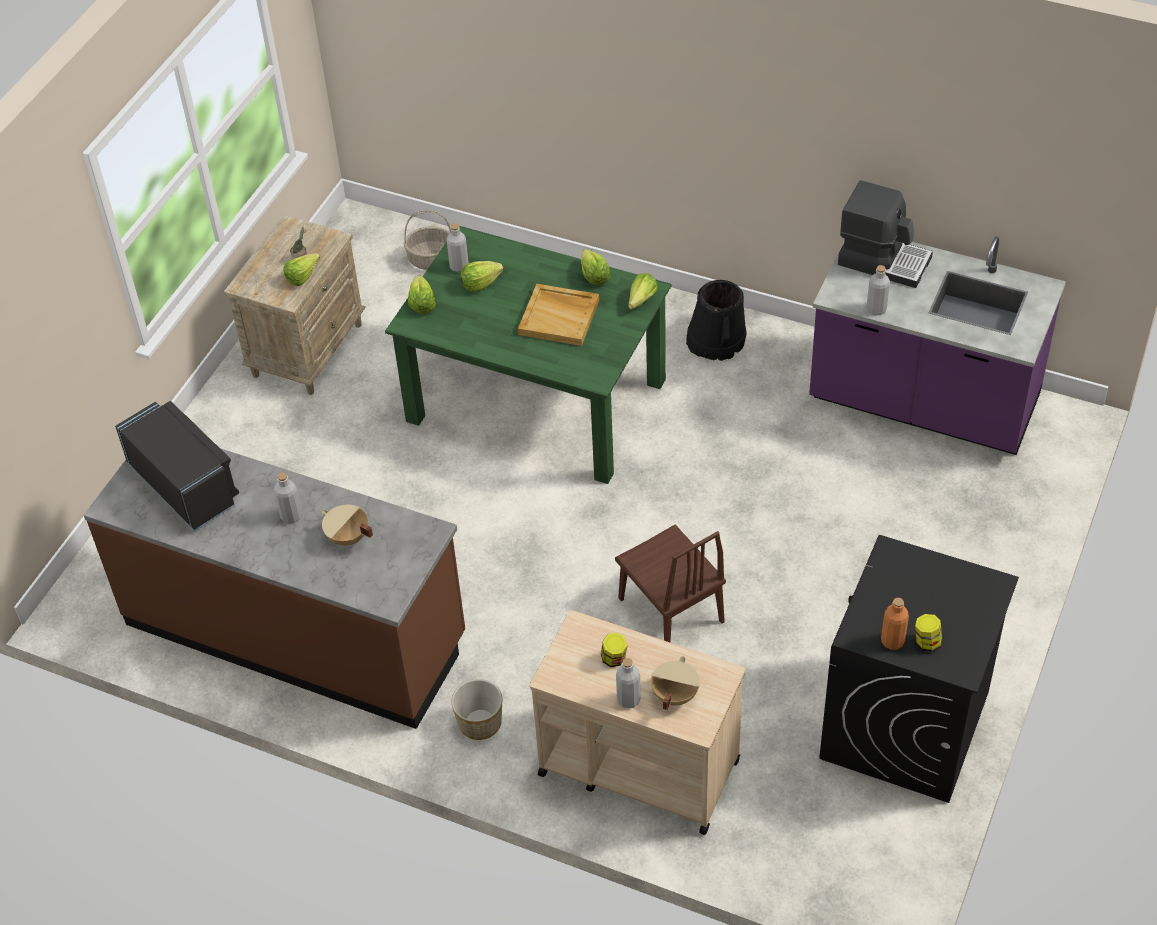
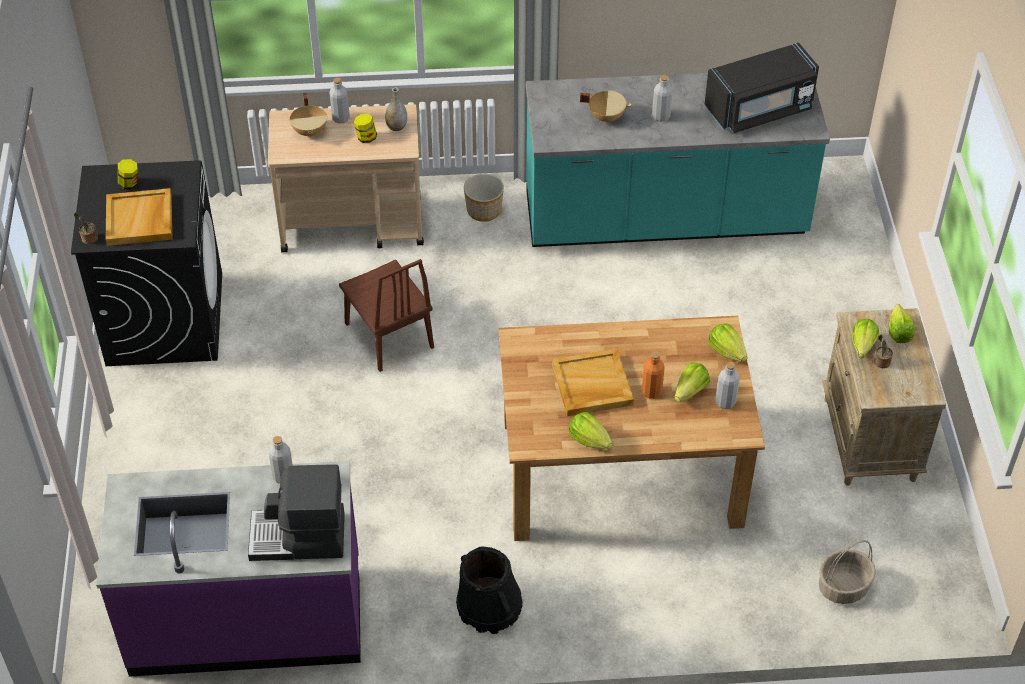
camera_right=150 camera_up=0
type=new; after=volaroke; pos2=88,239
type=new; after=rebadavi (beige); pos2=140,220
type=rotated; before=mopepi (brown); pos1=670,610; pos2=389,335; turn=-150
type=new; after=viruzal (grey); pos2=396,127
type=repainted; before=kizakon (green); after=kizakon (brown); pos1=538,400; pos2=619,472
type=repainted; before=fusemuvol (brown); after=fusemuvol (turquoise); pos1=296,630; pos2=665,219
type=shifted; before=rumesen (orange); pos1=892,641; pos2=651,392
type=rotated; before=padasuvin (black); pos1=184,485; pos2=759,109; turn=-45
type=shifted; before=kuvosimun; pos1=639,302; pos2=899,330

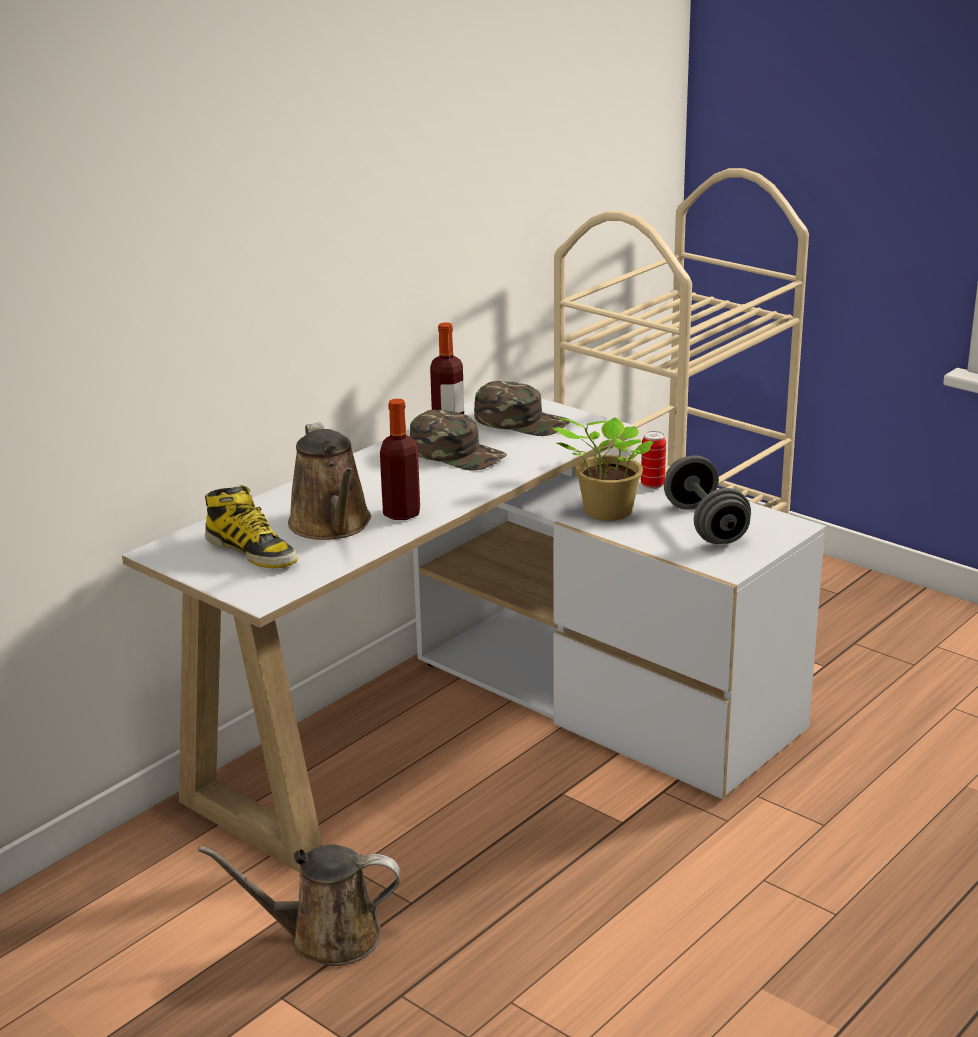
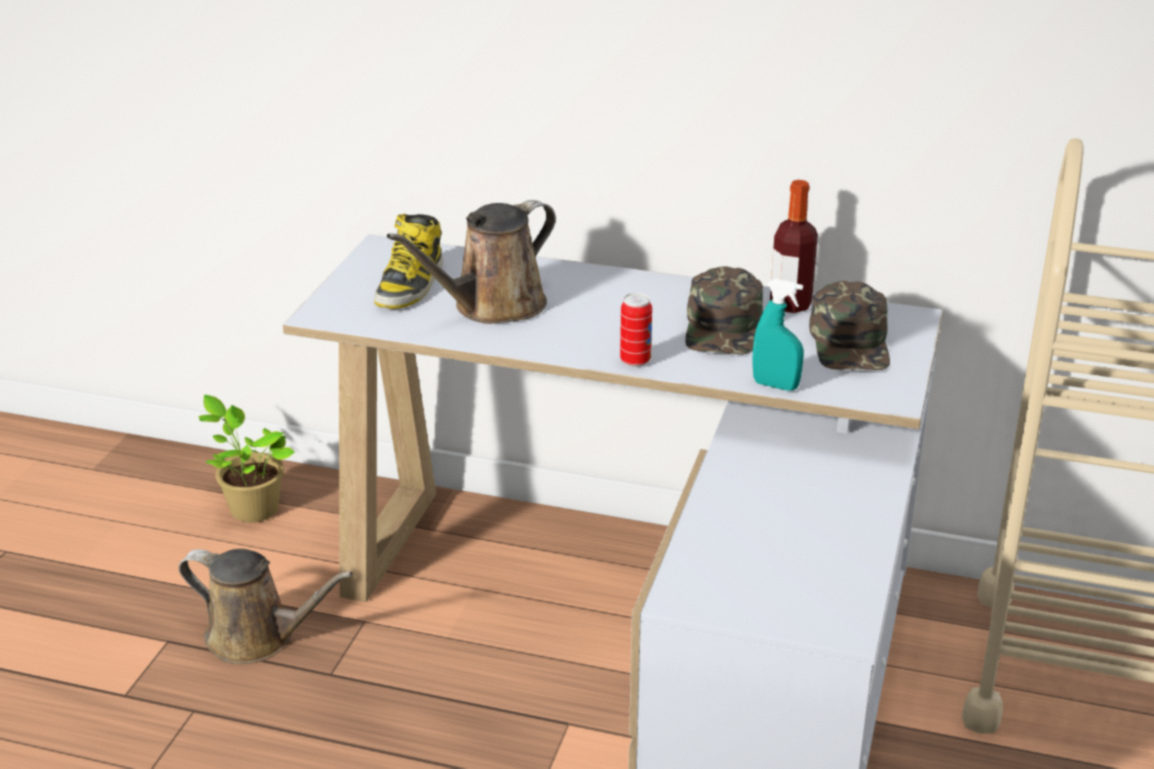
camera_right=65 camera_up=5
type=rotated; before=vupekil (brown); pos1=325,937; pos2=257,638; turn=135
type=shifted; before=volaroke; pos1=604,512; pos2=251,508
type=shifted; before=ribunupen; pos1=652,485; pos2=635,361
type=new; after=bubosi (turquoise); pos2=775,385
type=gone; before=rumesen; pos1=401,513
type=gone; before=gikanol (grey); pos1=705,525

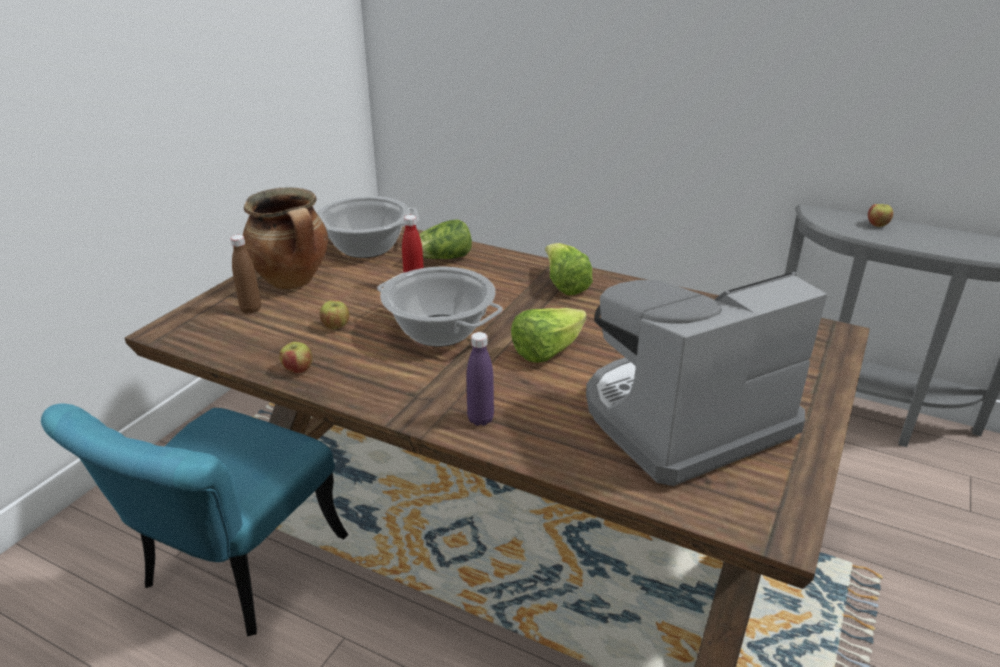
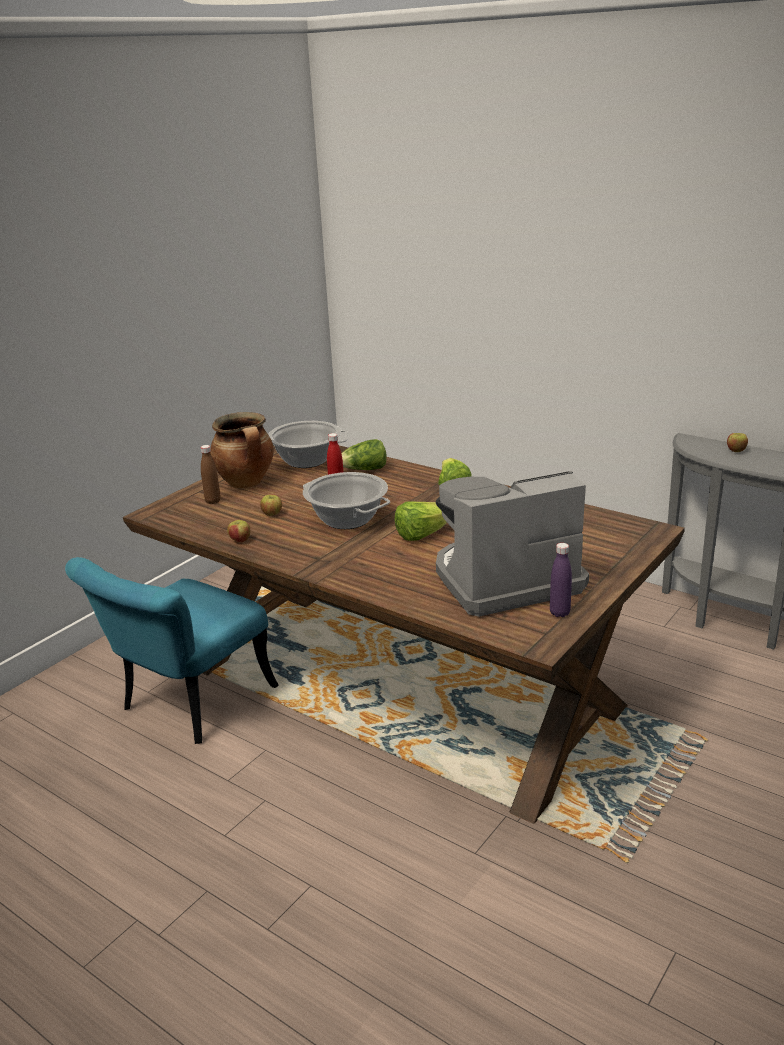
camera_right=10 camera_up=-5
type=shifted; before=rumesen (purple); pos1=480,419; pos2=559,613

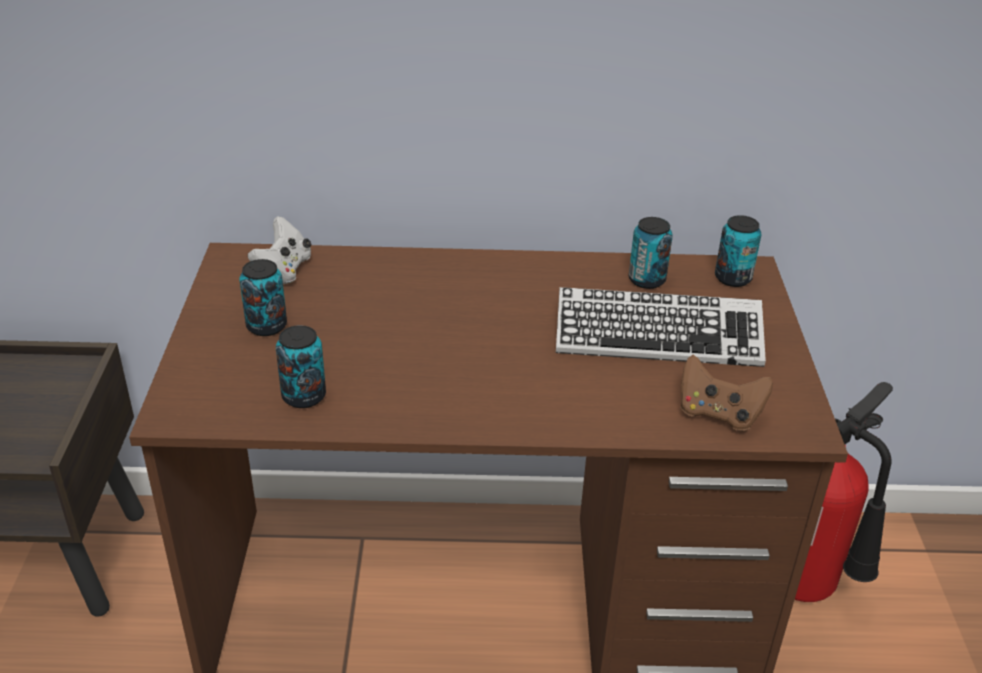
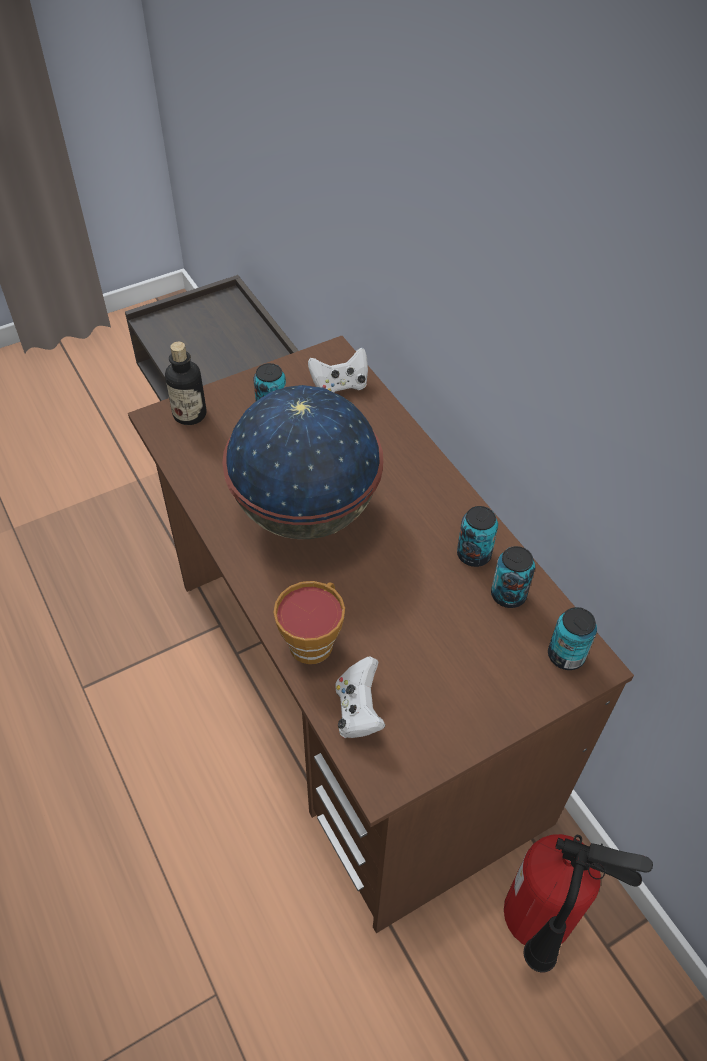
camera_right=60 camera_up=15
type=new; after=rumesen; pos2=190,414
type=new; after=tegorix; pos2=306,510
type=new; after=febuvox; pos2=313,640
type=repainted; before=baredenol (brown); after=baredenol (white); pos1=718,414; pos2=358,711
type=shifted; before=ribunupen; pos1=304,396; pos2=473,554
type=gone; before=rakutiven; pos1=657,338

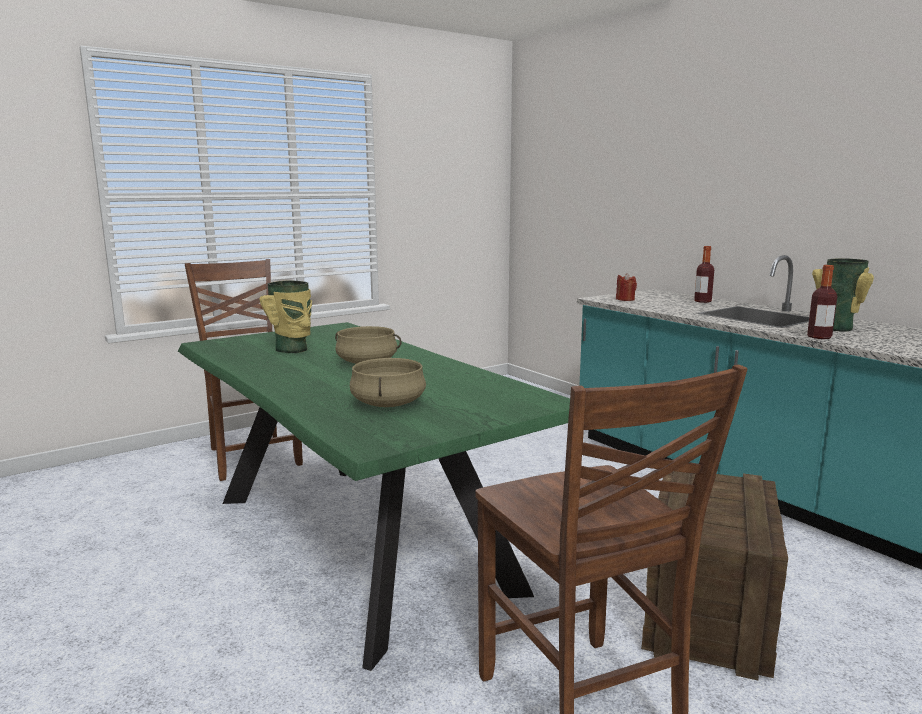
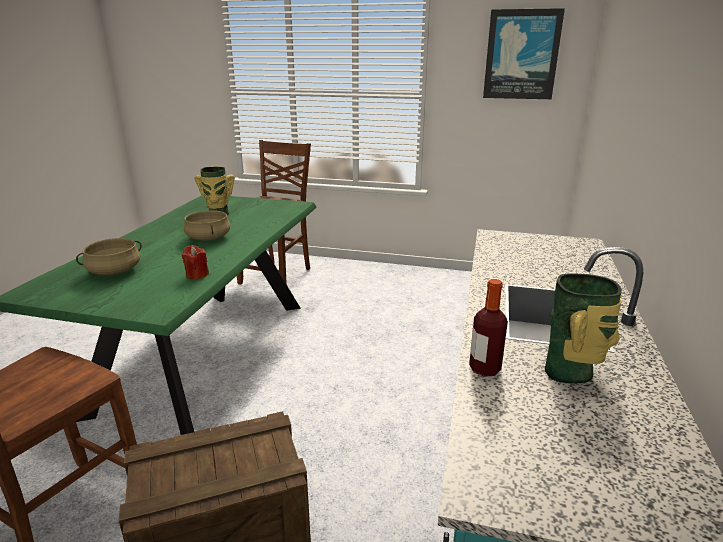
camera_right=50 camera_up=10
type=shifted; before=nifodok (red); pos1=625,299; pos2=197,275
type=new; after=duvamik; pos2=521,55
type=gone; before=rumesen; pos1=702,301

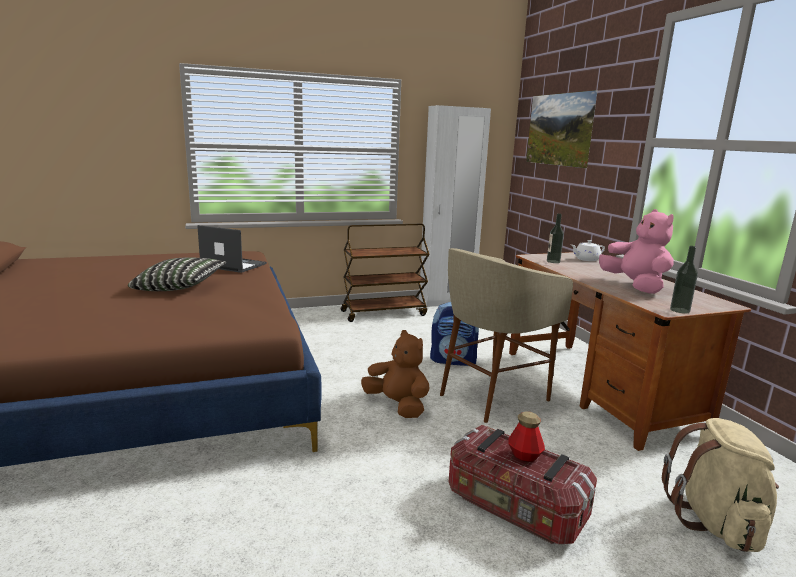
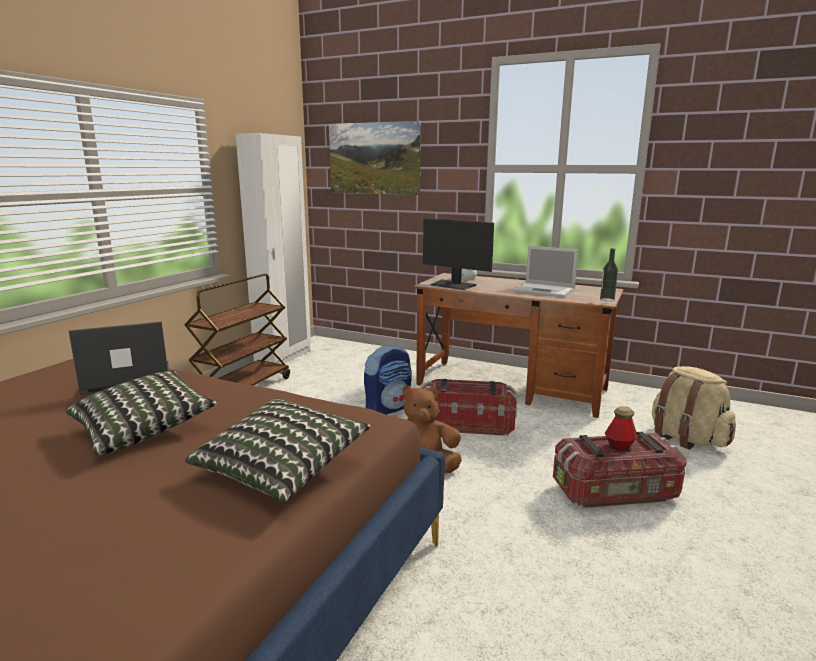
camera_right=-45 camera_up=0
type=new; after=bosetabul; pos2=282,468
type=swapped; before=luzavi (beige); after=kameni; pos1=492,396; pos2=466,424
type=swapped; before=rumesen; after=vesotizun; pos1=553,261; pos2=453,285
type=swapped; before=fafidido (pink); after=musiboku; pos1=635,286; pos2=545,290

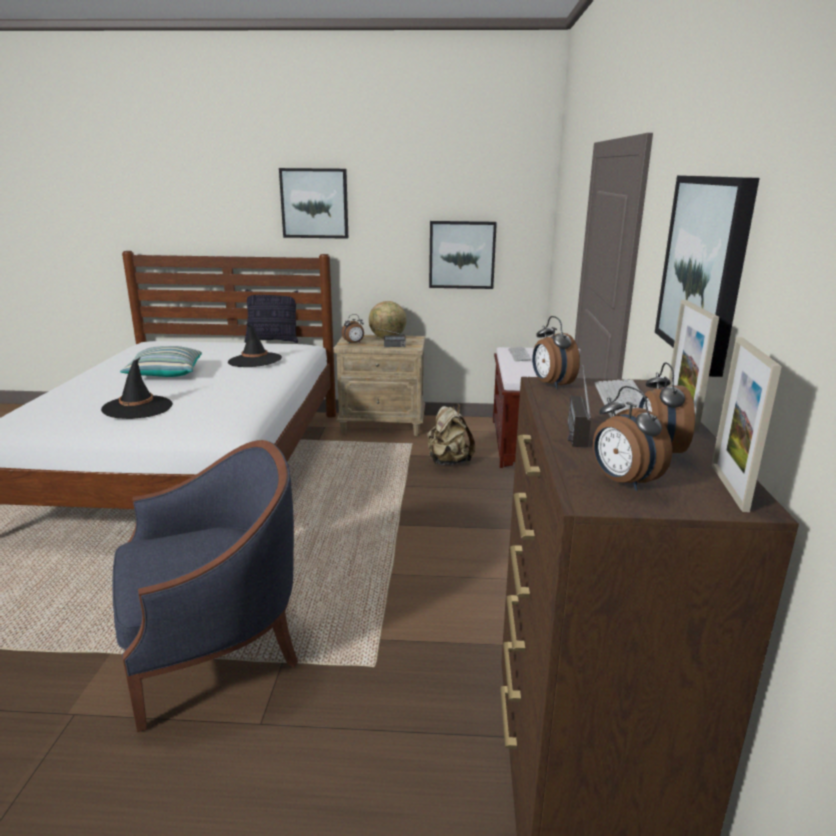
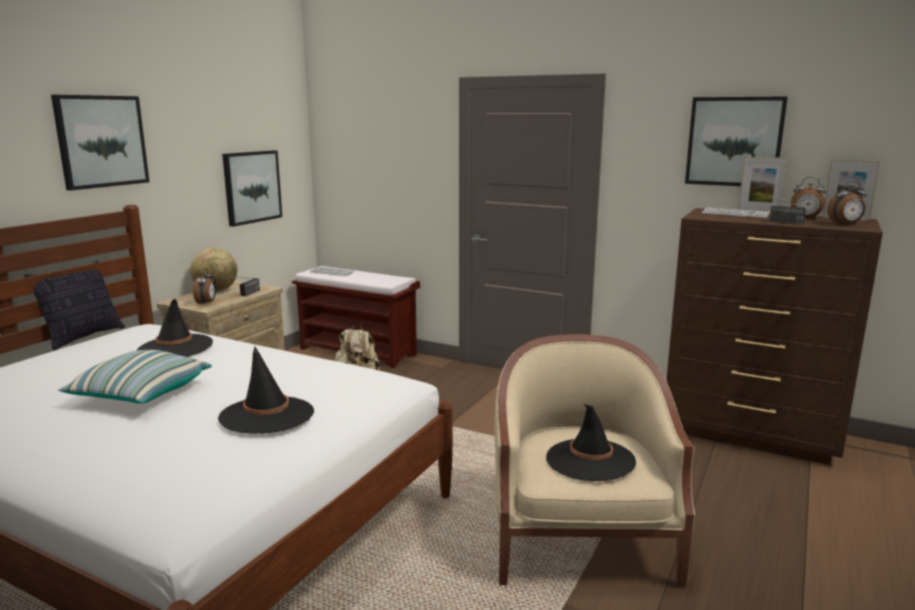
camera_right=-65 camera_up=-5
type=repainted; before=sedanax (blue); after=sedanax (beige); pos1=212,646; pos2=580,539
type=new; after=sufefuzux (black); pos2=590,460
type=gone; before=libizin; pos1=551,385

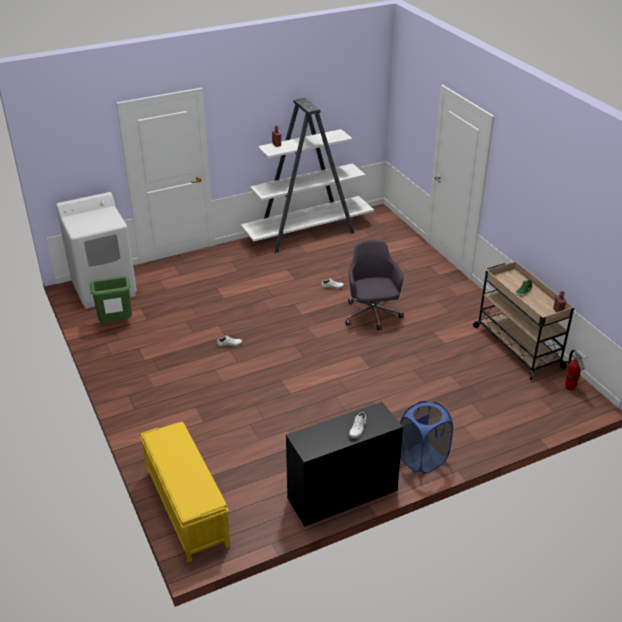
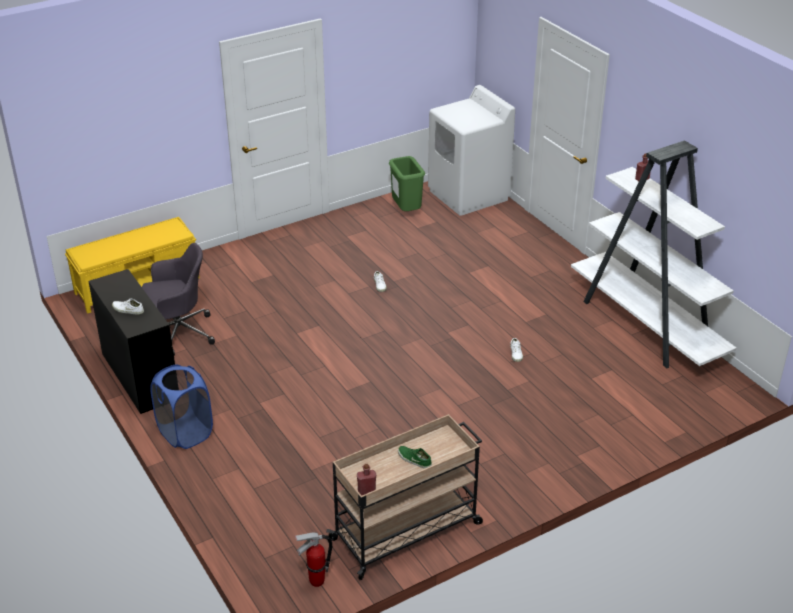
camera_right=85 camera_up=0
type=shifted; before=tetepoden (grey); pos1=372,315; pos2=178,333

